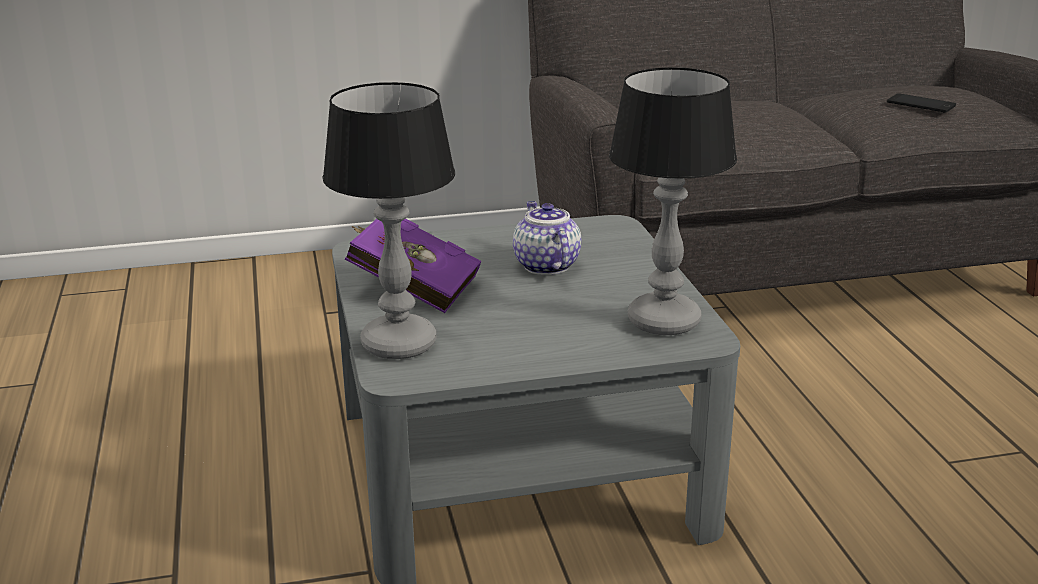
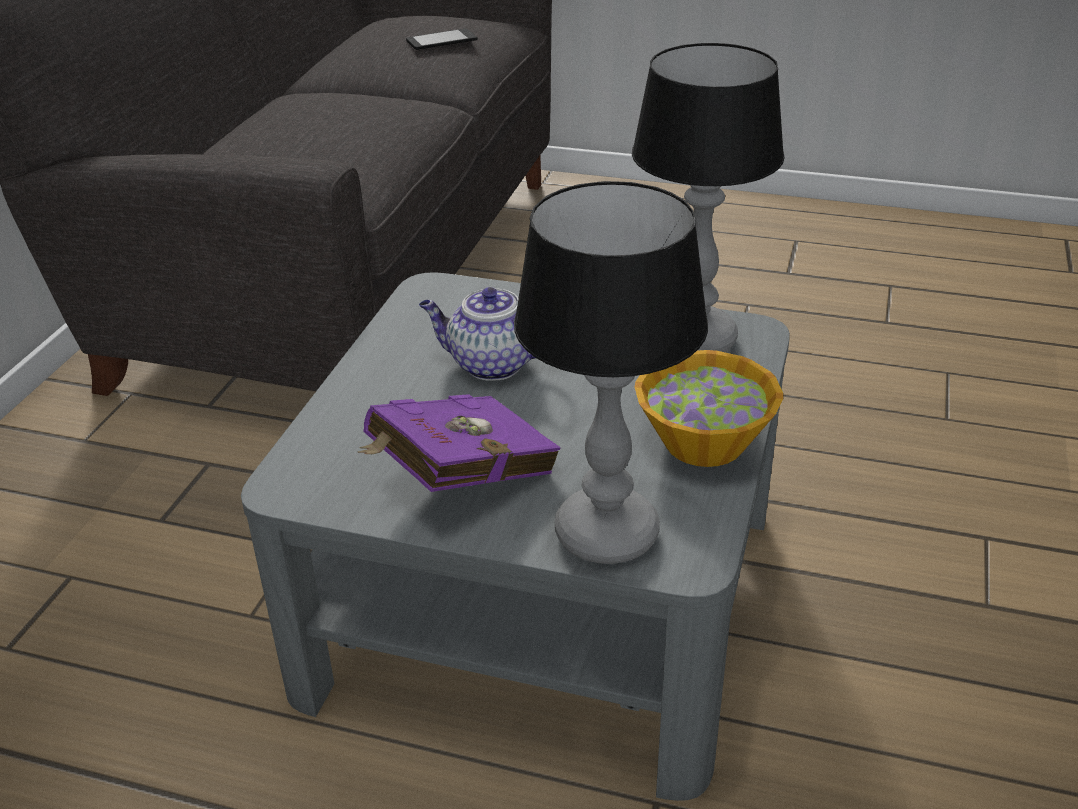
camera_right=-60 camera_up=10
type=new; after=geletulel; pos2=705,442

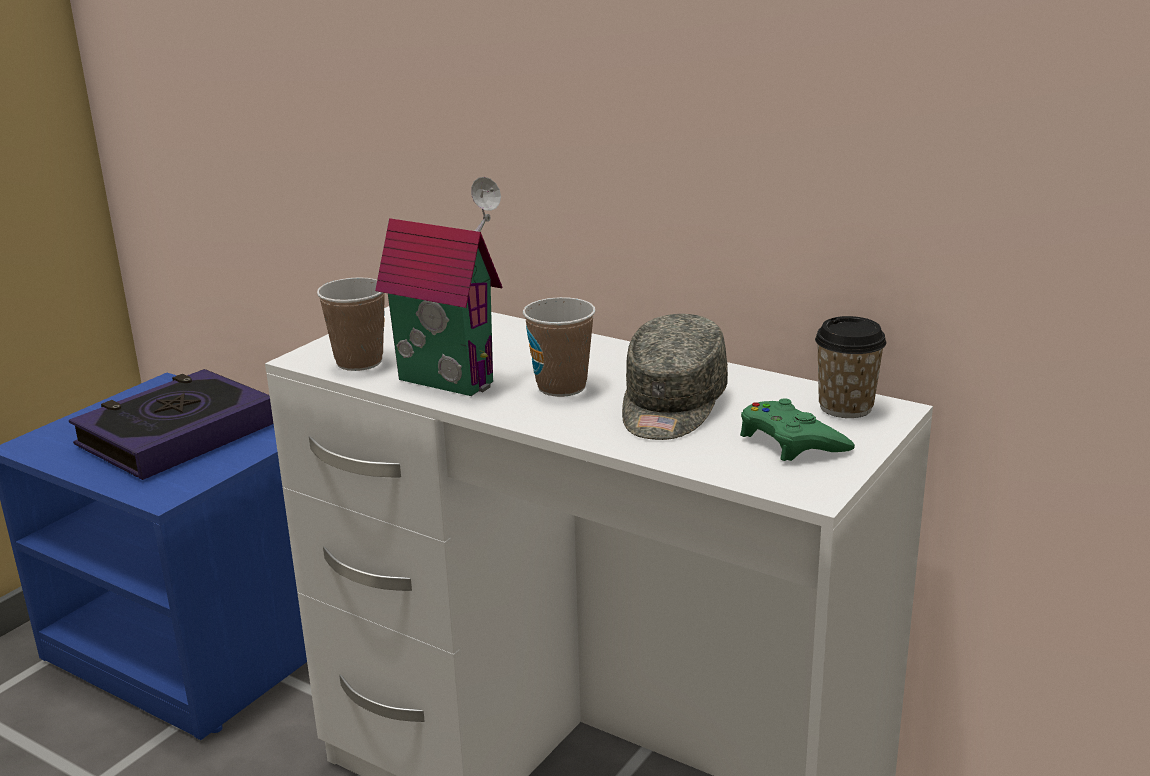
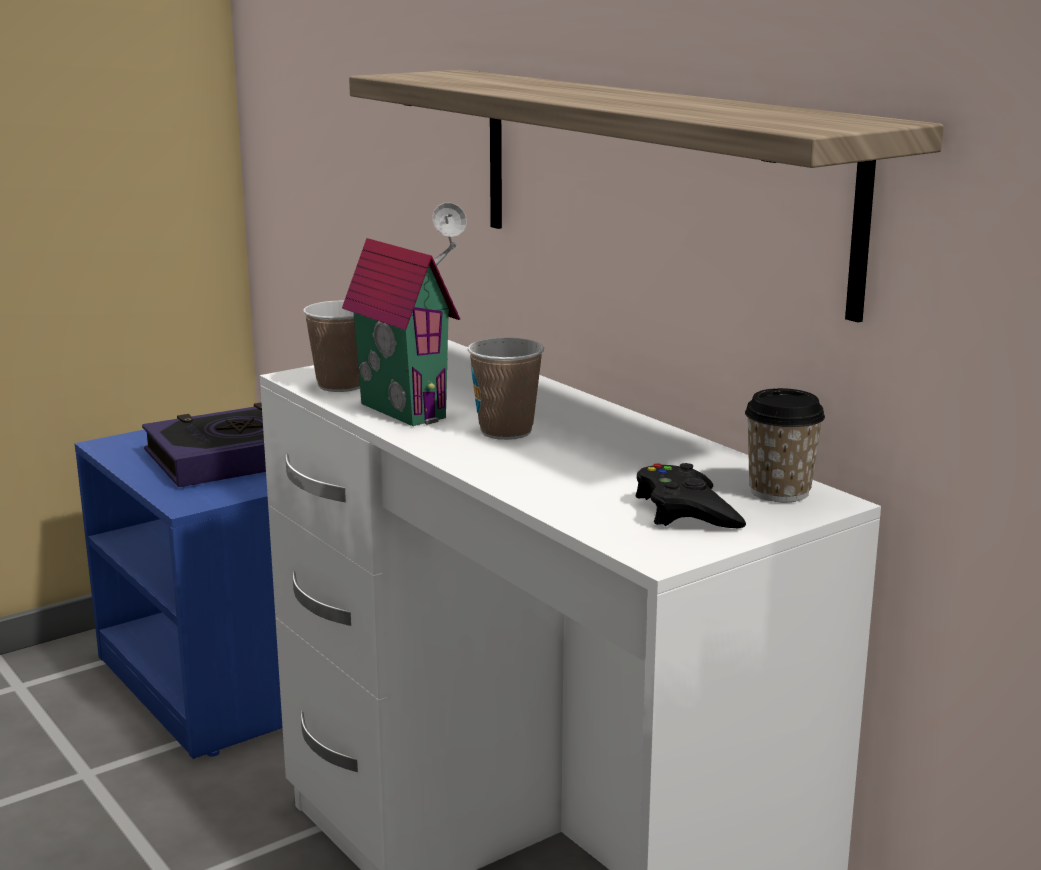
camera_right=20 camera_up=-5
type=new; after=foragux; pos2=653,180
type=repainted; before=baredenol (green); after=baredenol (black); pos1=791,441; pos2=686,511
type=gone; before=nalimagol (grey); pos1=671,406

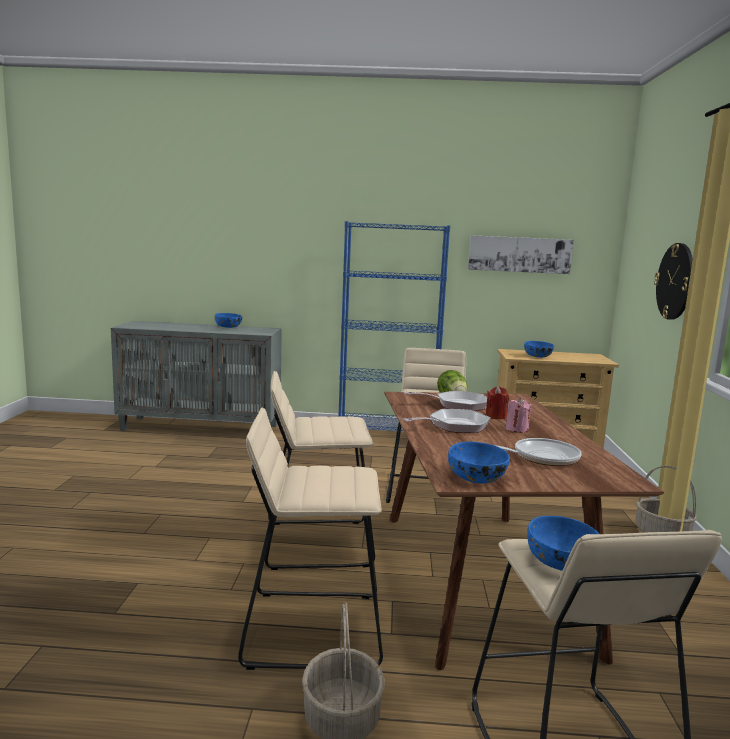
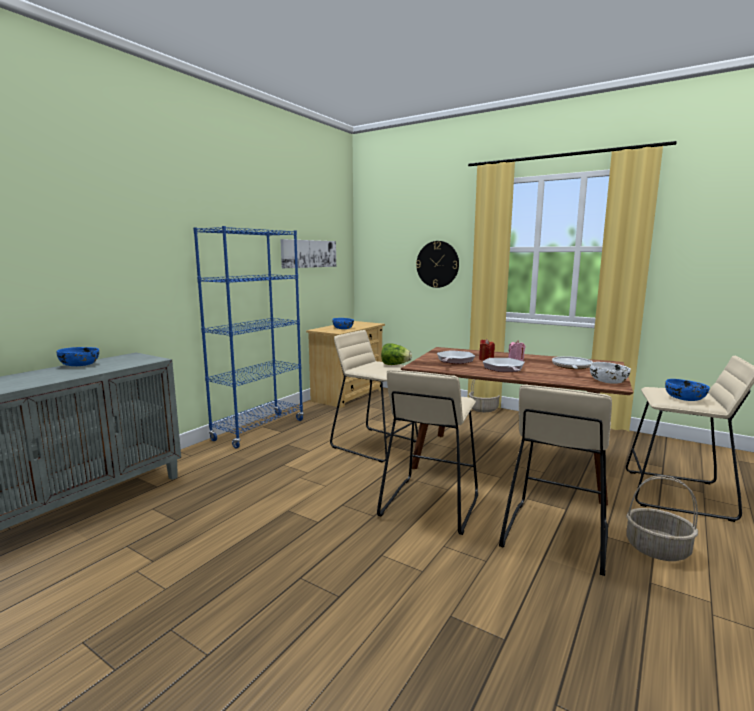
camera_right=-60 camera_up=0
type=repainted; before=geletulel (blue); after=geletulel (white); pos1=476,478; pos2=608,381

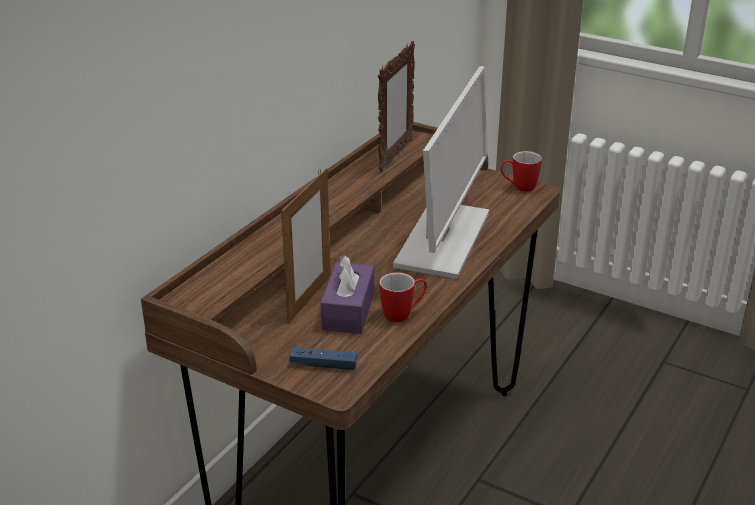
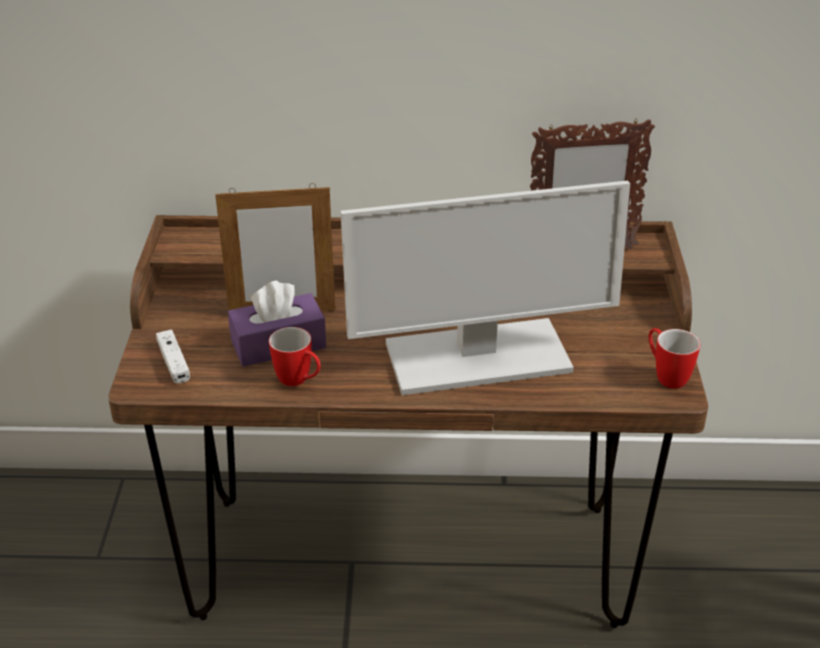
camera_right=60 camera_up=5
type=repainted; before=baredenol (blue); after=baredenol (white); pos1=323,365; pos2=174,363

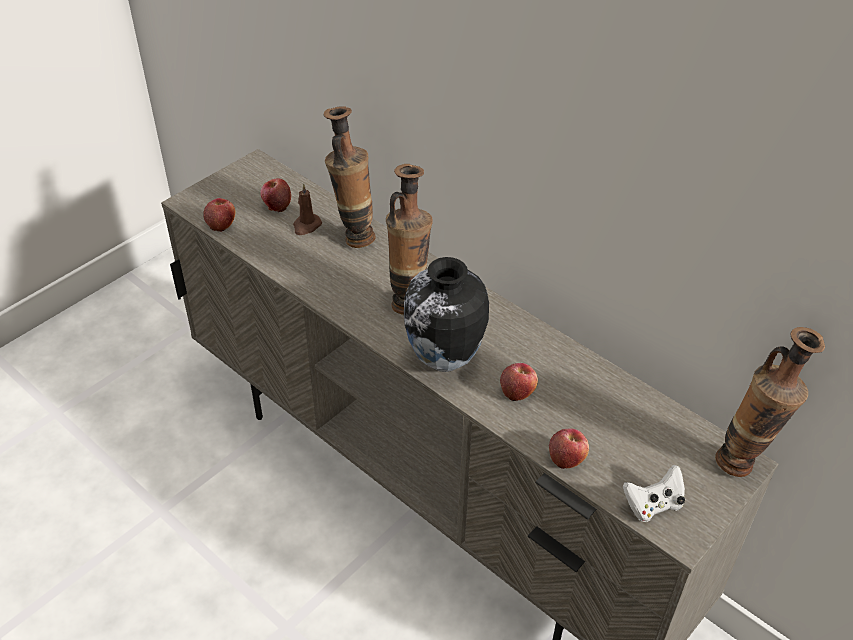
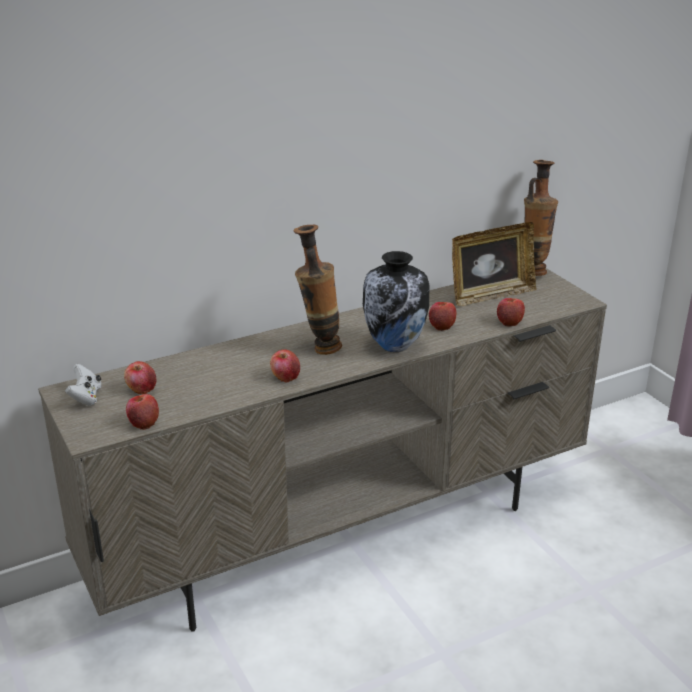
camera_right=-70 camera_up=-15
type=shifted; before=baredenol (white); pos1=653,505; pos2=86,397
type=new; after=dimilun; pos2=285,376
type=new; after=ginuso; pos2=490,295
type=gone; before=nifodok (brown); pos1=306,226
type=gone; before=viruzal; pos1=353,236

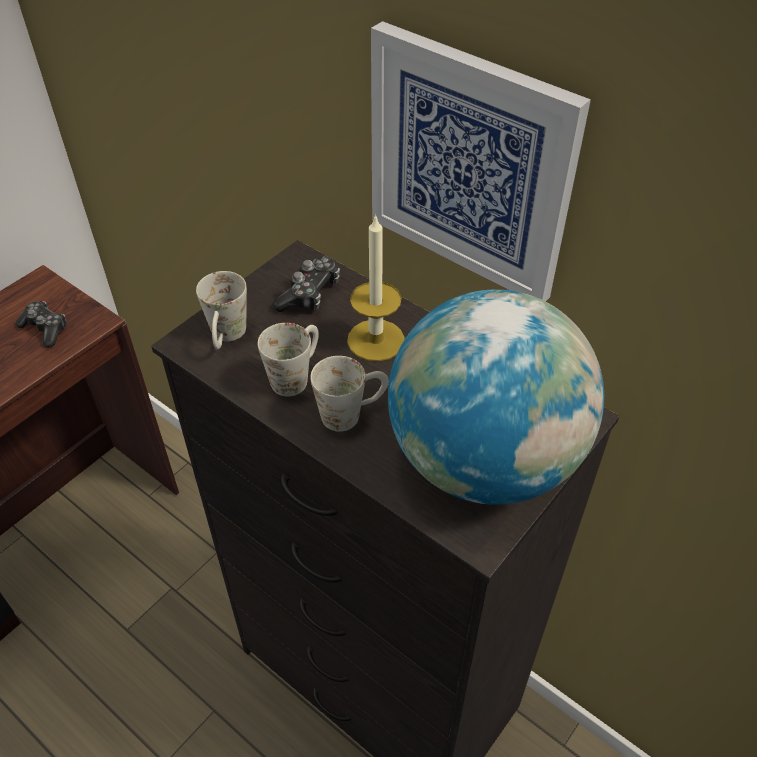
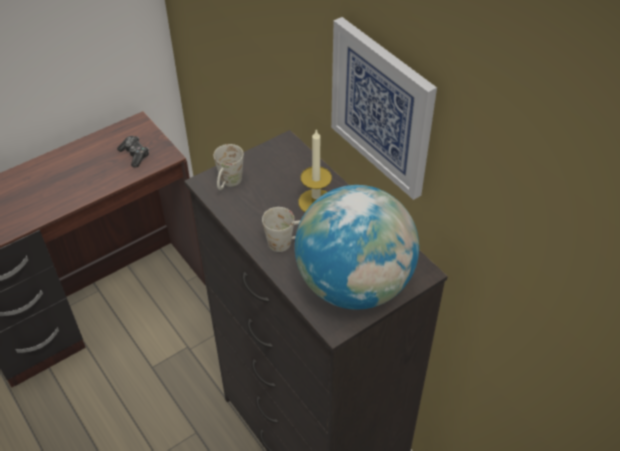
camera_right=15 camera_up=0
type=gone; before=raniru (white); pos1=296,375
type=gone; before=baredenol; pos1=309,294

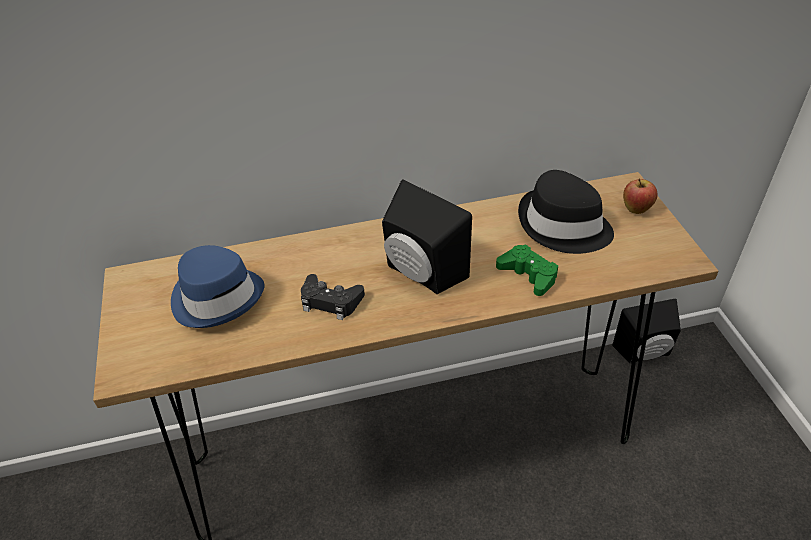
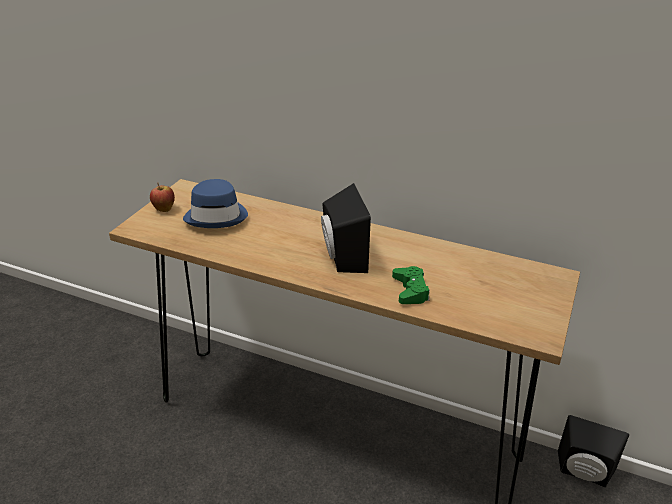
camera_right=35 camera_up=-10
type=shifted; before=dimilun; pos1=636,210; pos2=164,209
type=gone; before=baredenol (black); pos1=330,301
type=gone; before=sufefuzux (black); pos1=563,226

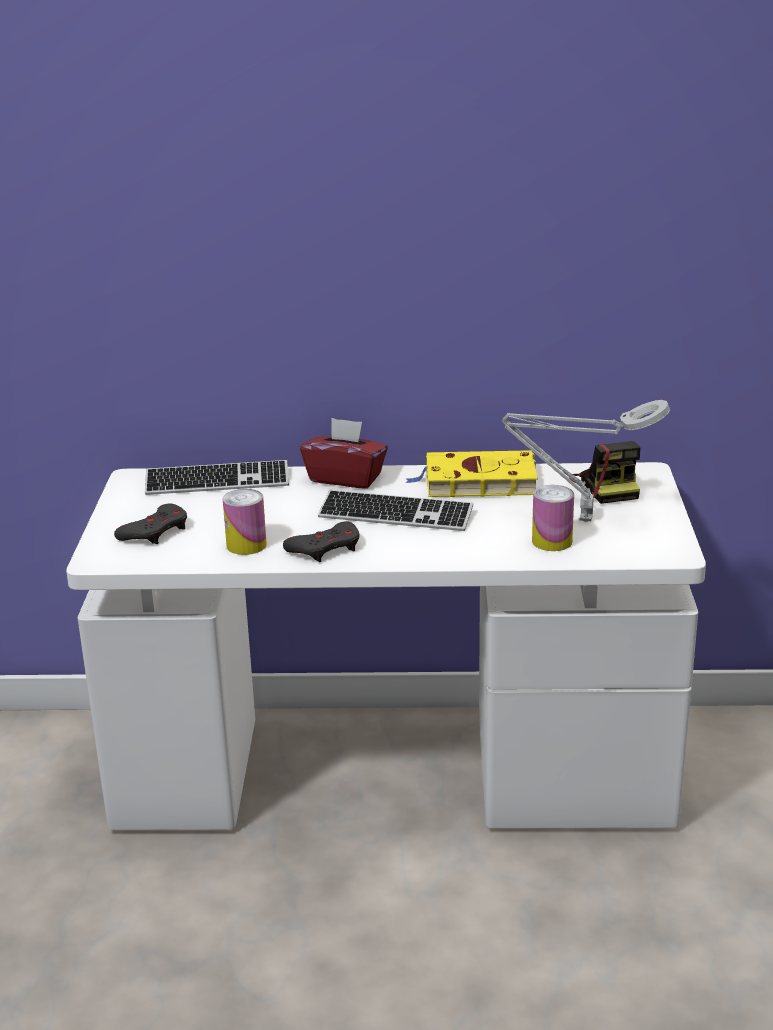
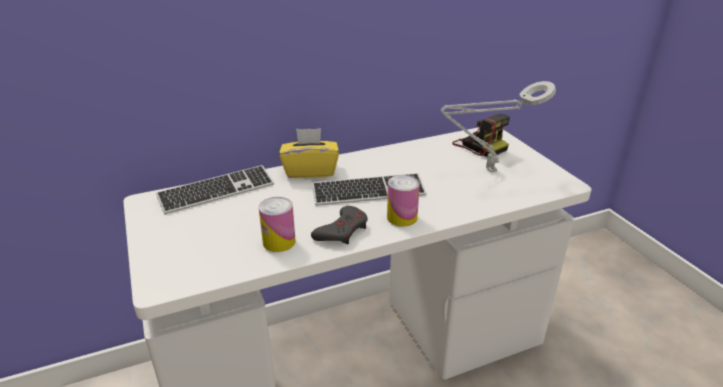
camera_right=-25 camera_up=5
type=repainted; before=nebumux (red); after=nebumux (yellow); pos1=345,478; pos2=310,171
type=shifted; before=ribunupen; pos1=552,541; pos2=402,217
type=gone; before=baredenol (grey); pos1=155,531
type=gone; before=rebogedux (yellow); pos1=476,482

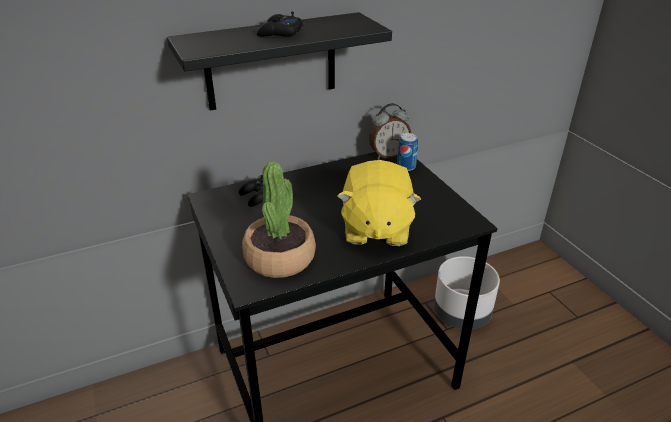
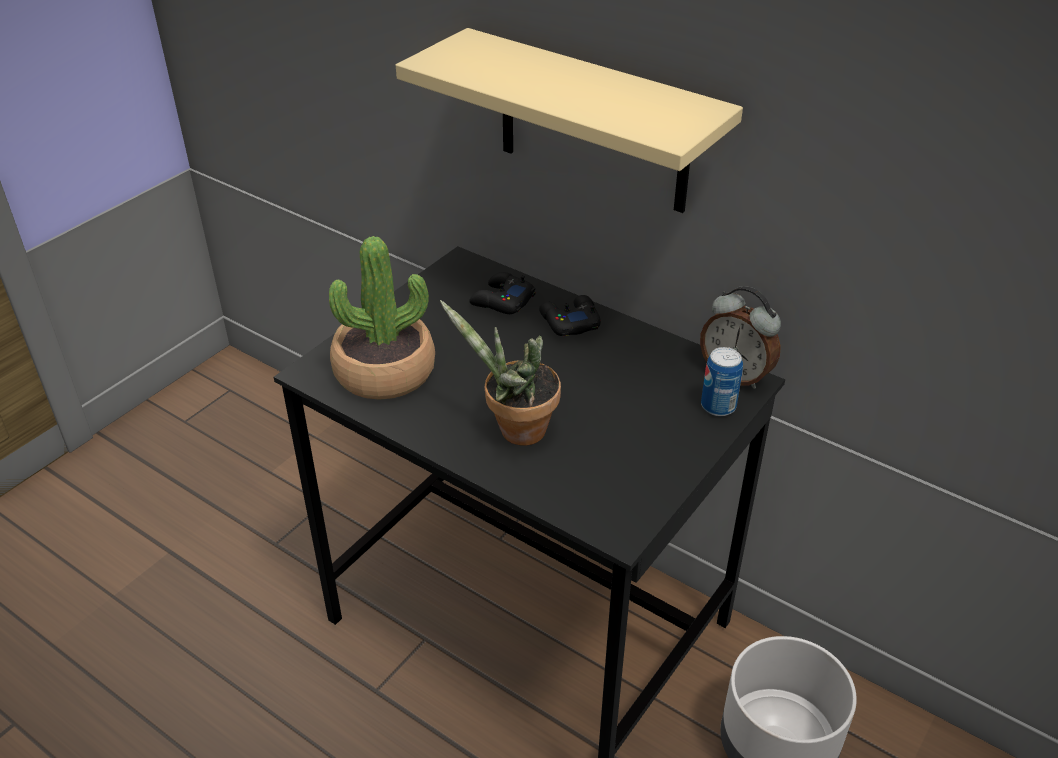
camera_right=60 camera_up=5
type=repainted; before=foragux (black); after=foragux (beige); pos1=271,62; pos2=593,123
type=swapped; before=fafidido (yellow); after=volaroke; pos1=375,228; pos2=515,431
type=shifted; before=baredenol (black); pos1=280,33; pos2=569,321

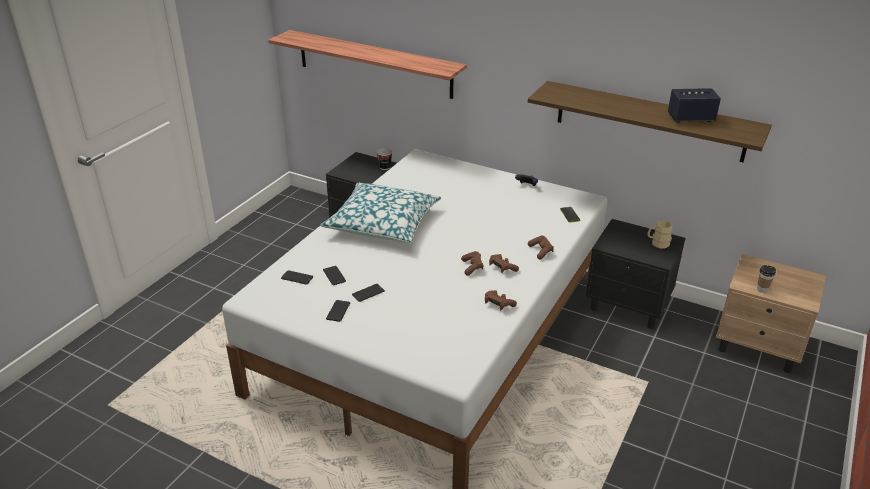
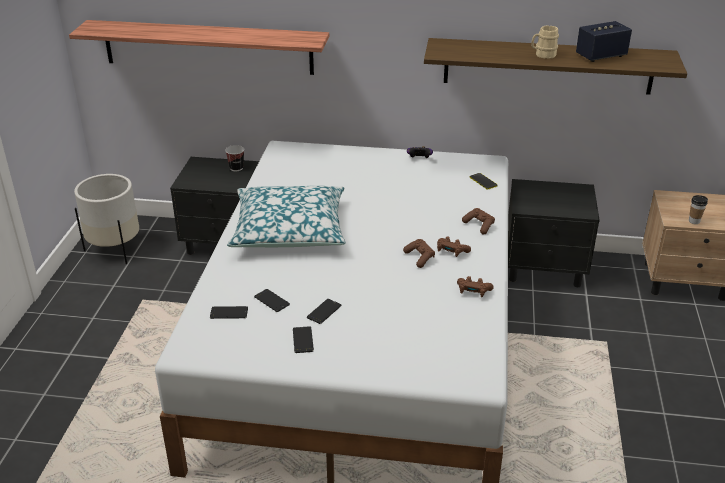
camera_right=-20 camera_up=0
type=new; after=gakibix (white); pos2=115,249
type=shifted; before=raniru (beige); pos1=658,243; pos2=543,55

